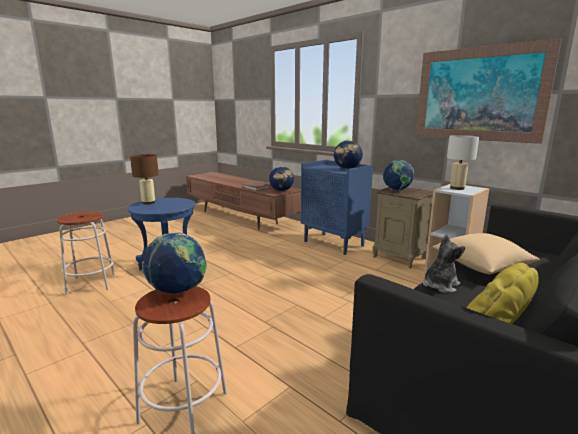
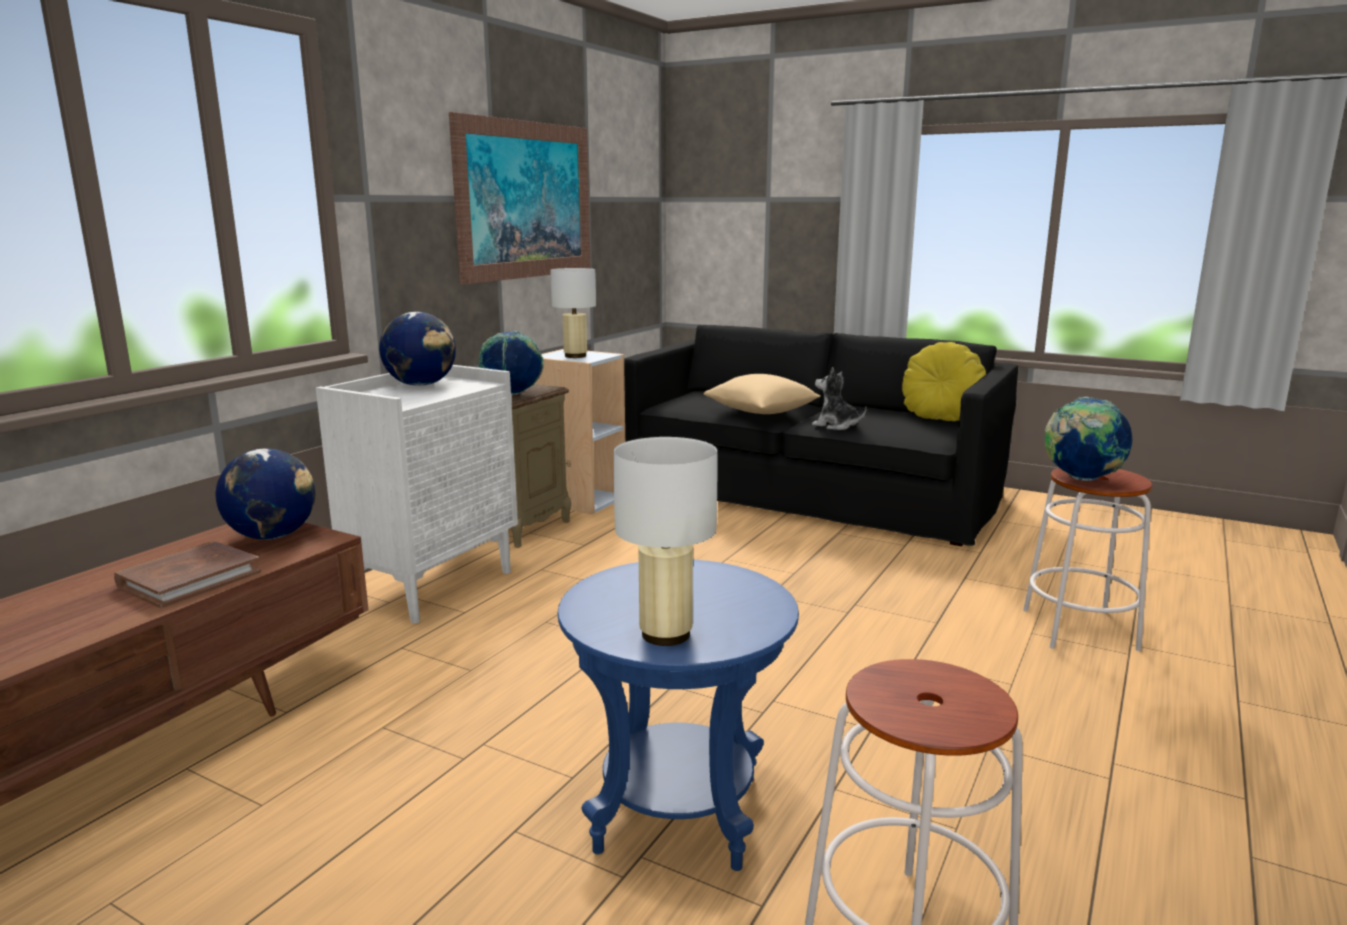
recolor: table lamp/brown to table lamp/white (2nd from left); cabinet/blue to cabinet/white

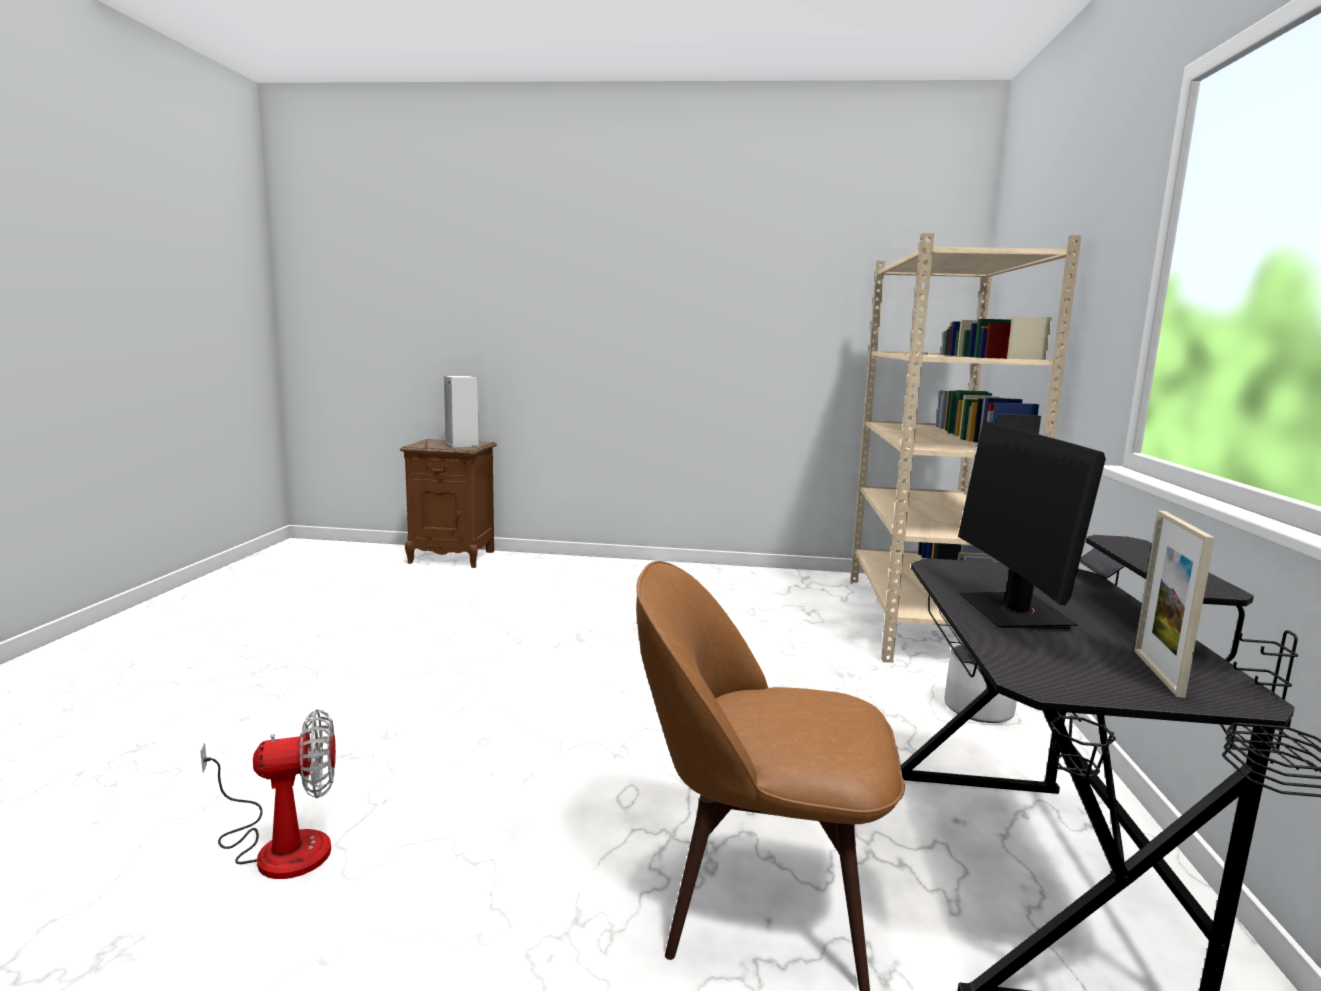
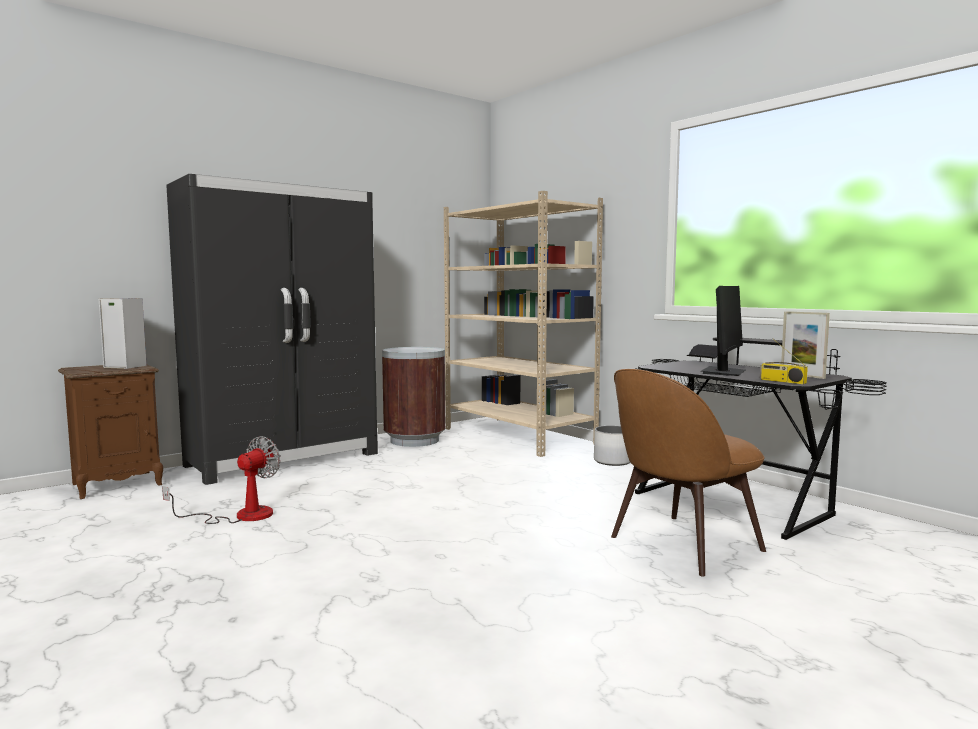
insert: cabinet/black; trash can/brown; radio
move: fan
rotate: monitor 105 degrees counterclockwise

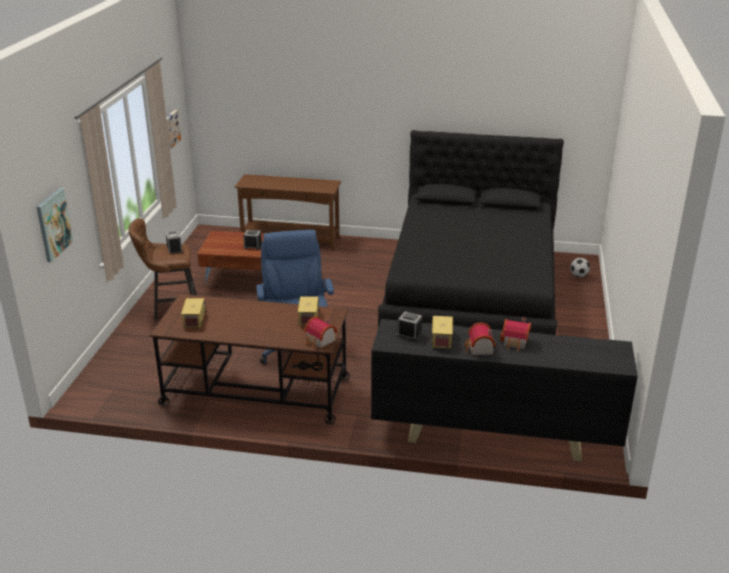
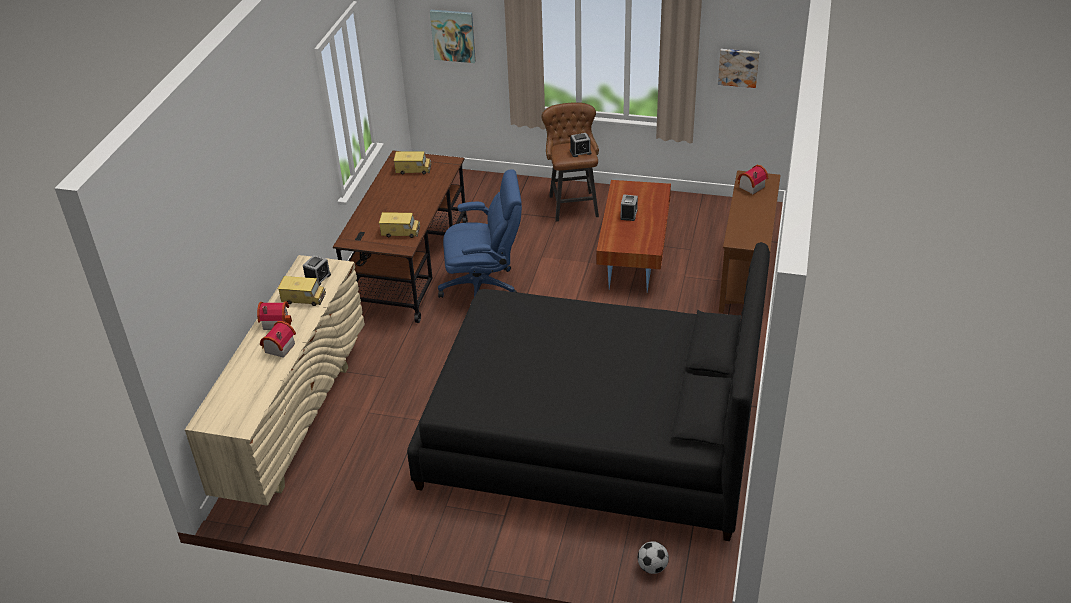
move: toy house (1st from left in the first image) to toy house (3rd from left)
recolor: cabinet/black to cabinet/beige

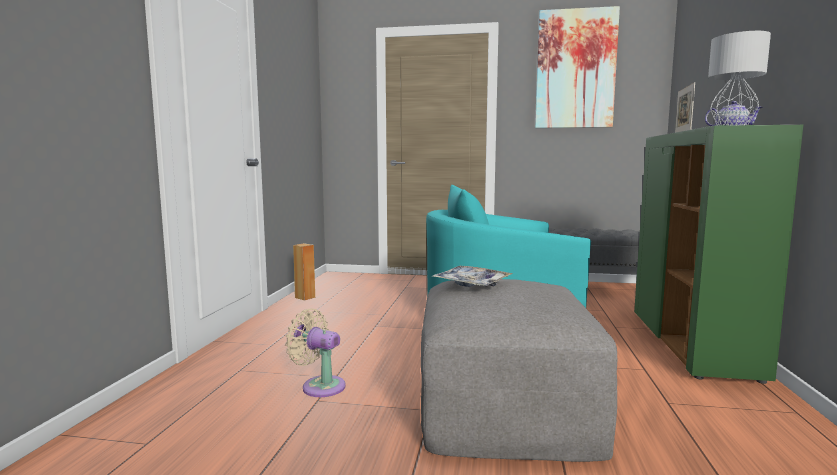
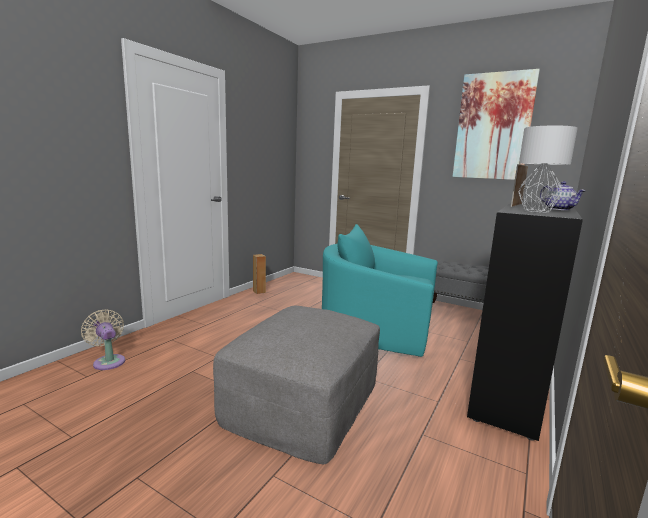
delete: tray
move: fan/beige
recolor: cabinet/green to cabinet/black

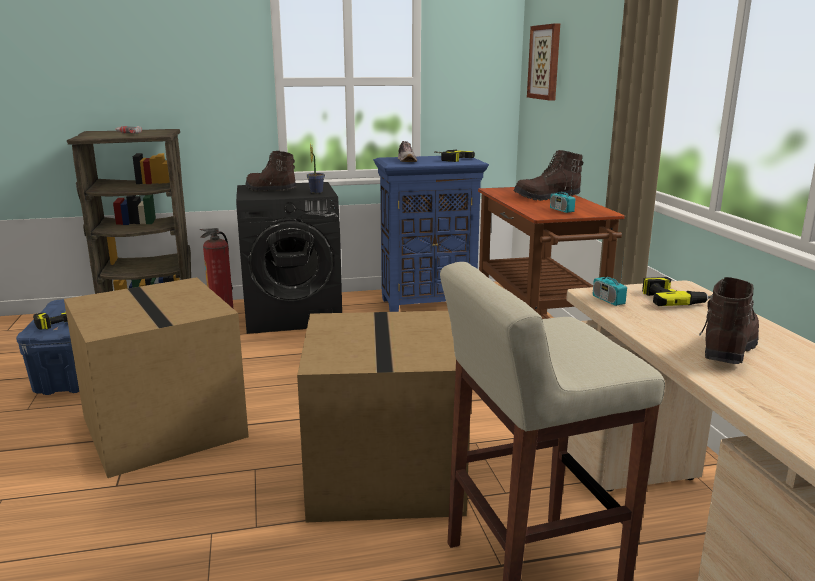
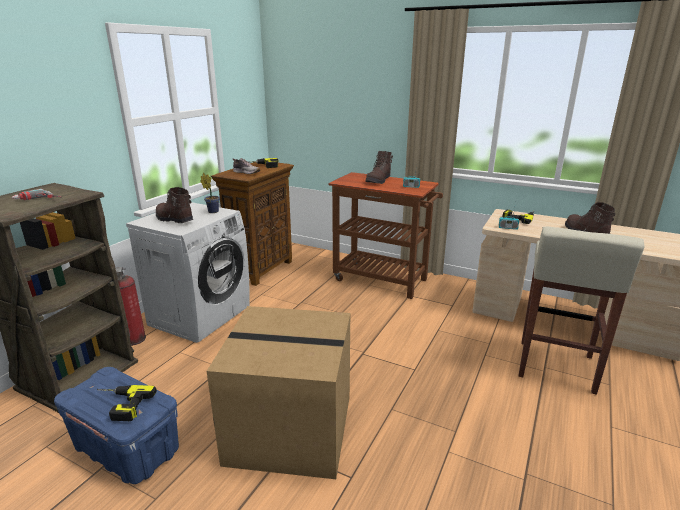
delete: cardboard box (2nd from left); picture
recolor: washing machine/black to washing machine/white; cabinet/blue to cabinet/brown
rotate: boot/brown (1st from left) 60 degrees clockwise

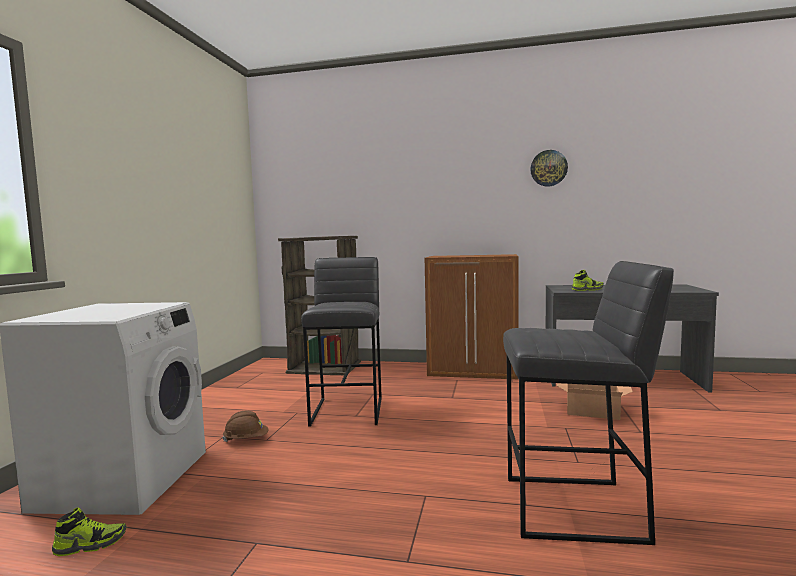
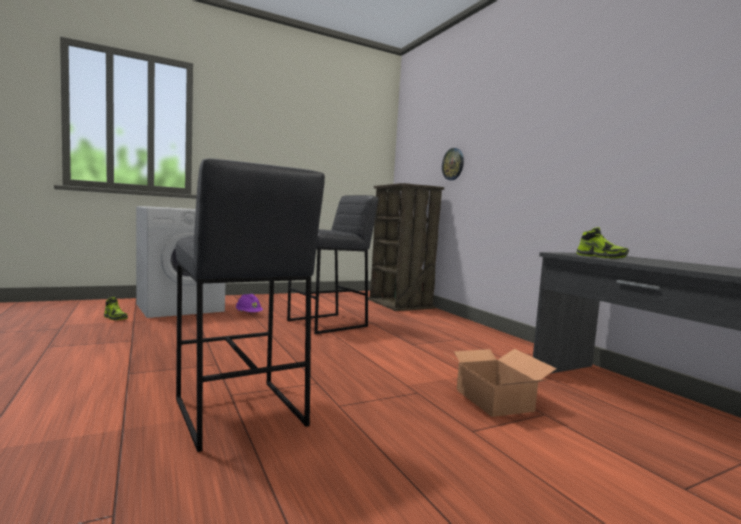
delete: cabinet/brown
move: wall clock
recolor: hard hat/brown to hard hat/purple

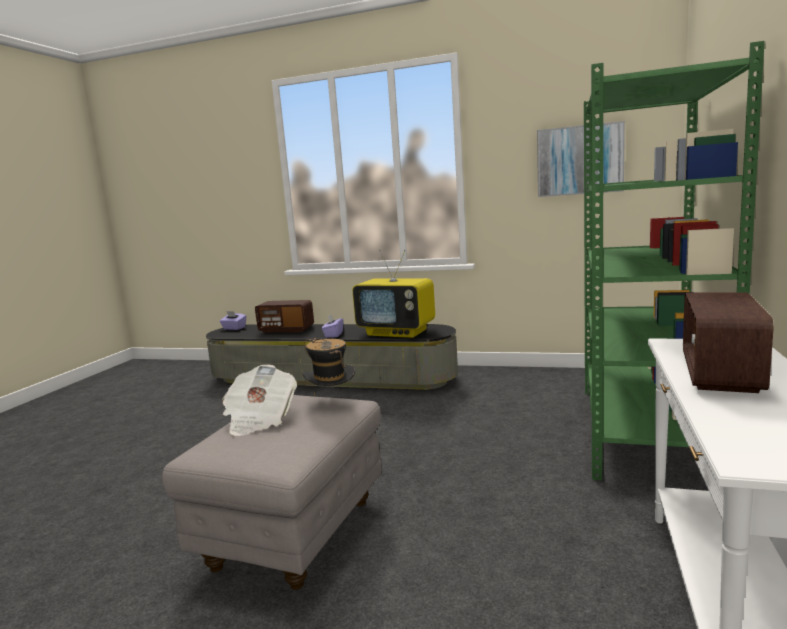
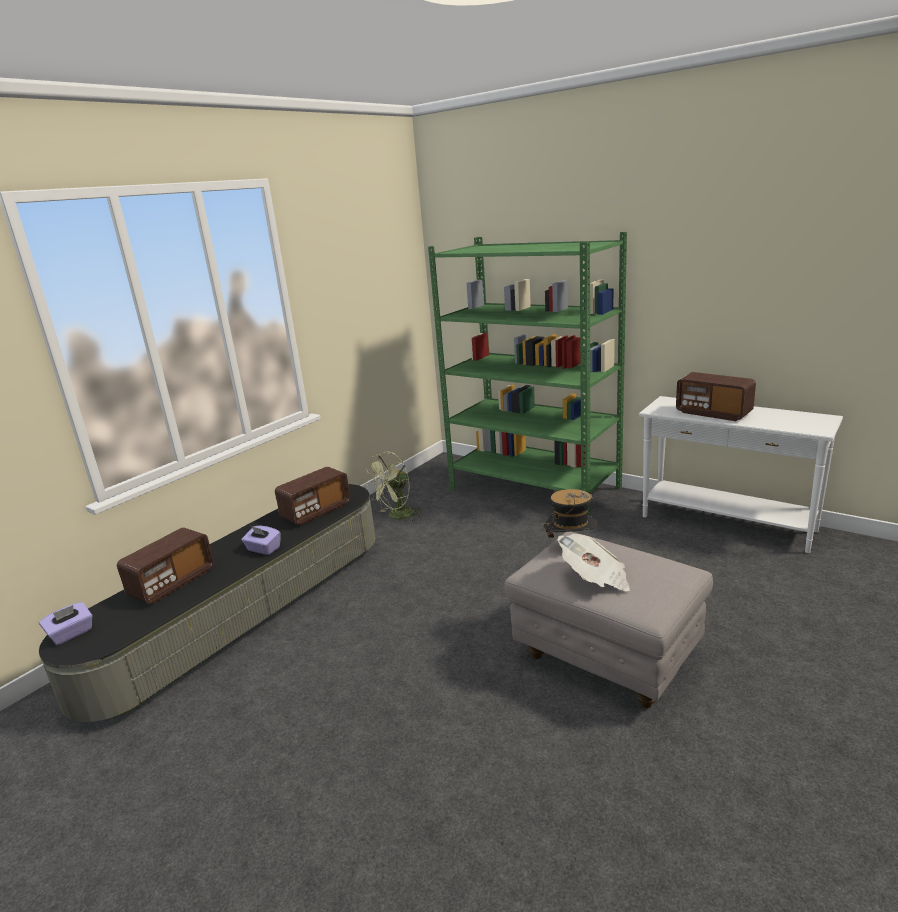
delete: picture
insert: fan/green
replace: television to radio (2nd from left)

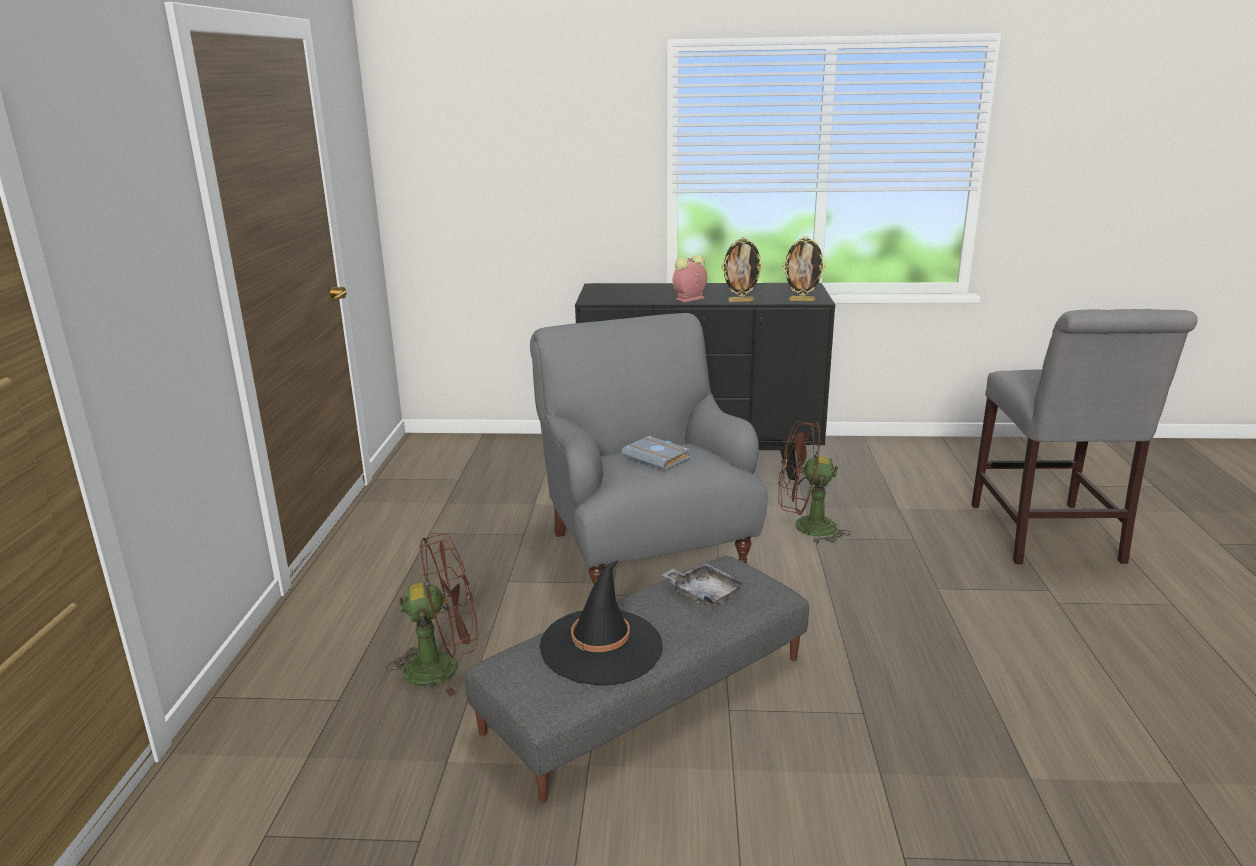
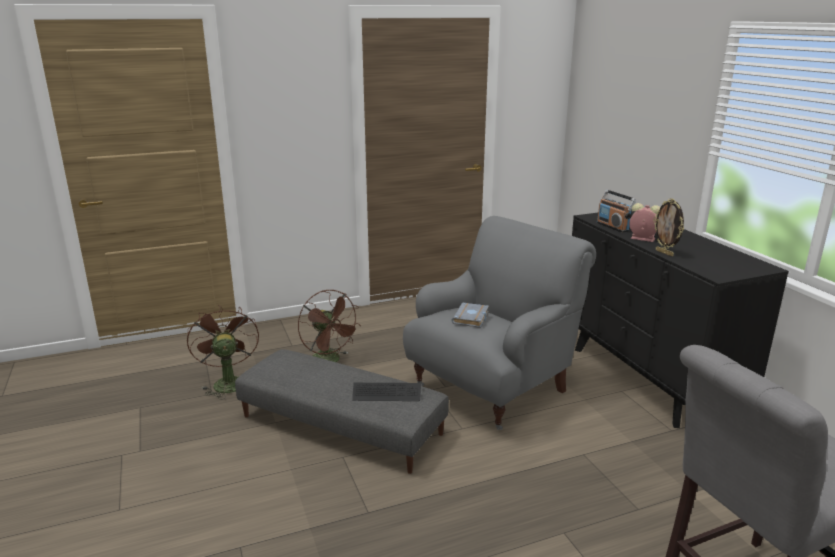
delete: hat/black; picture frame (2nd from left)
insert: radio
move: fan/brown (2nd from left in the first image) to fan/brown (1st from left)
replace: tray/grey to keyboard

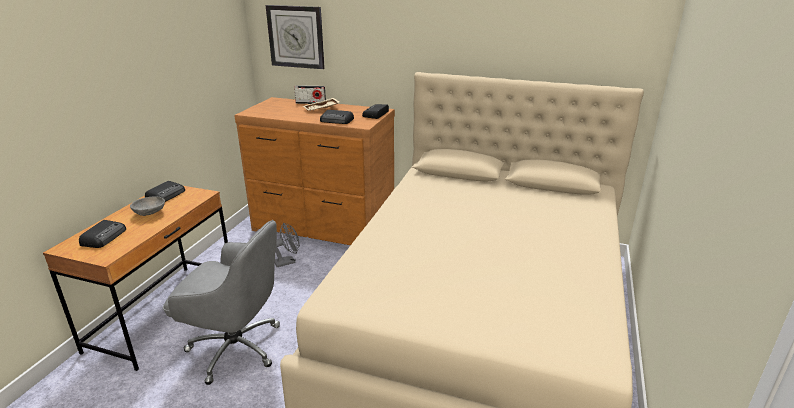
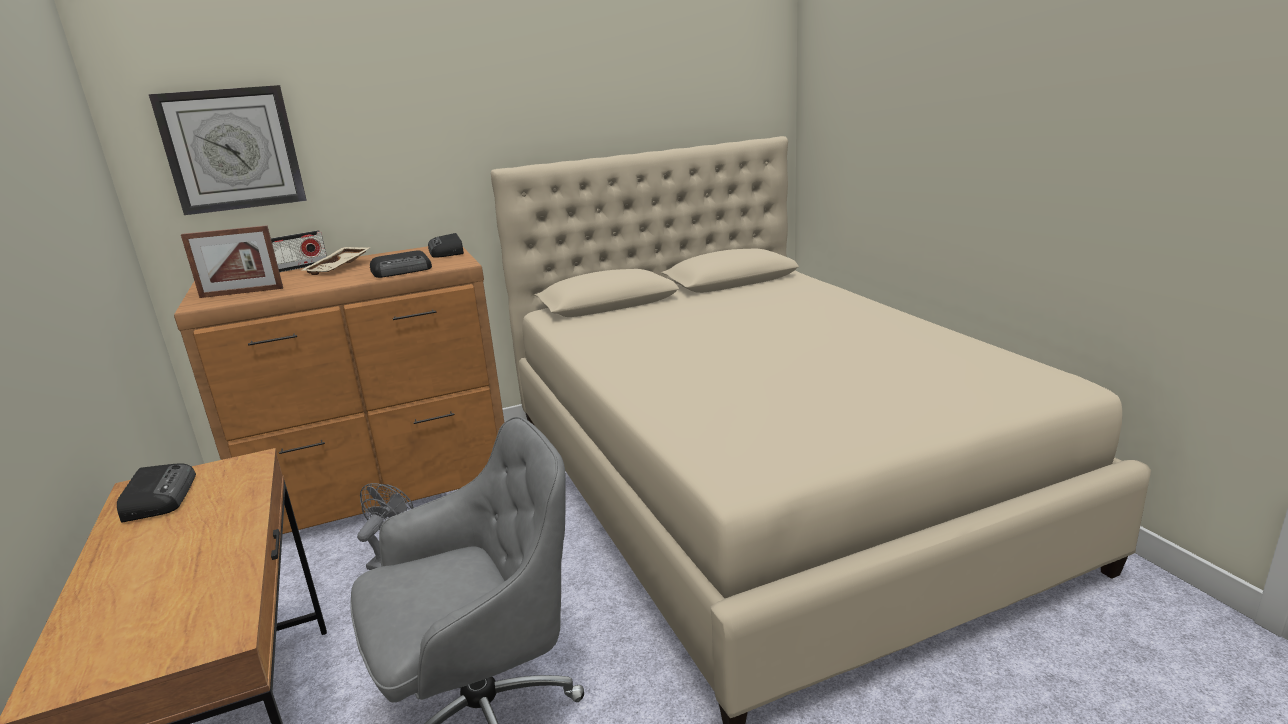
delete: radio (1st from left); bowl/grey
insert: picture frame

